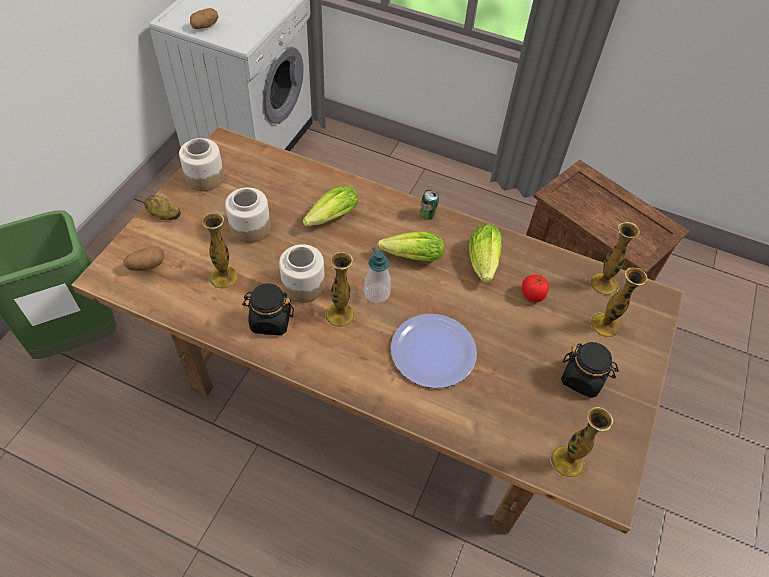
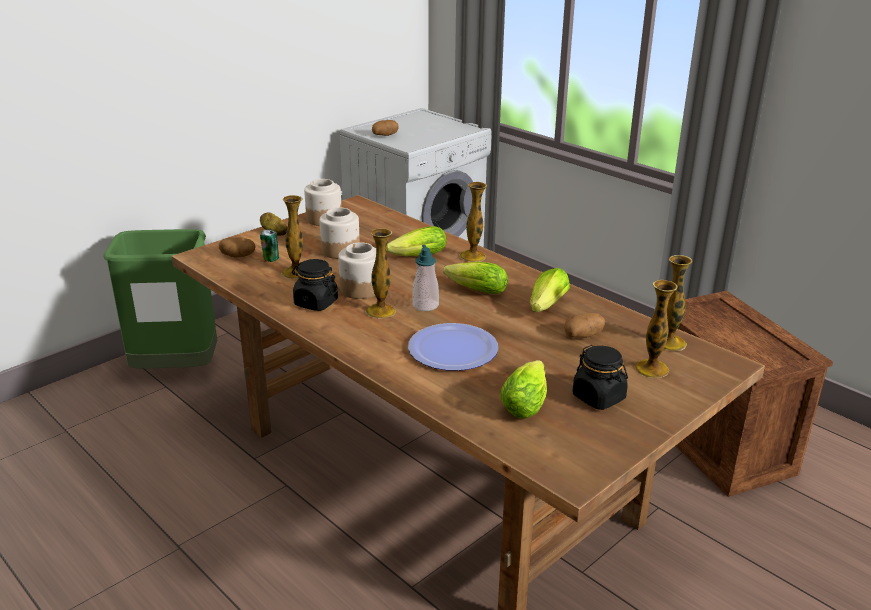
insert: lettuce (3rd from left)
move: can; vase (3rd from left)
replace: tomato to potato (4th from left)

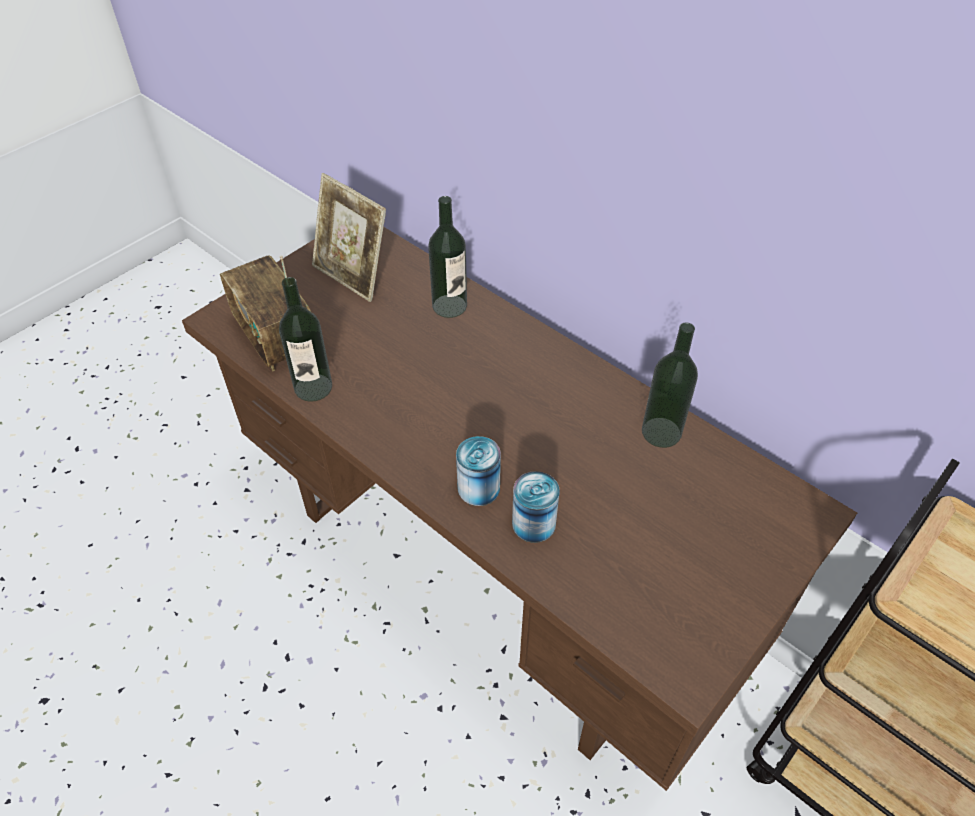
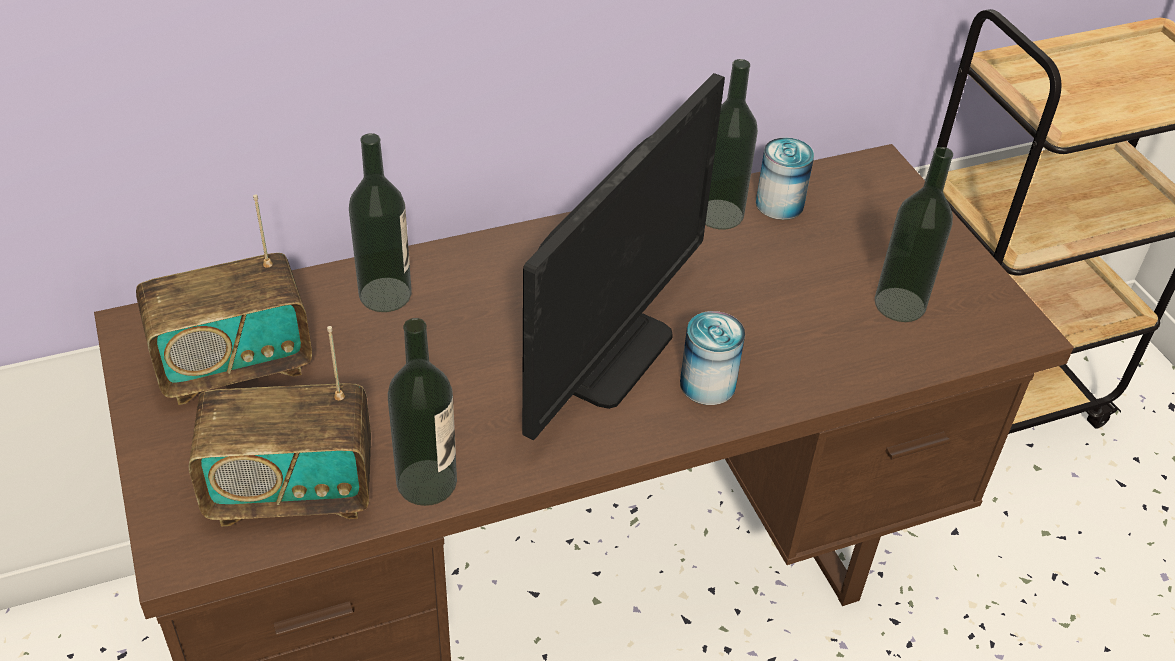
insert: monitor; bottle (4th from left)
move: can (2nd from left)
replace: picture frame to radio (1st from left)

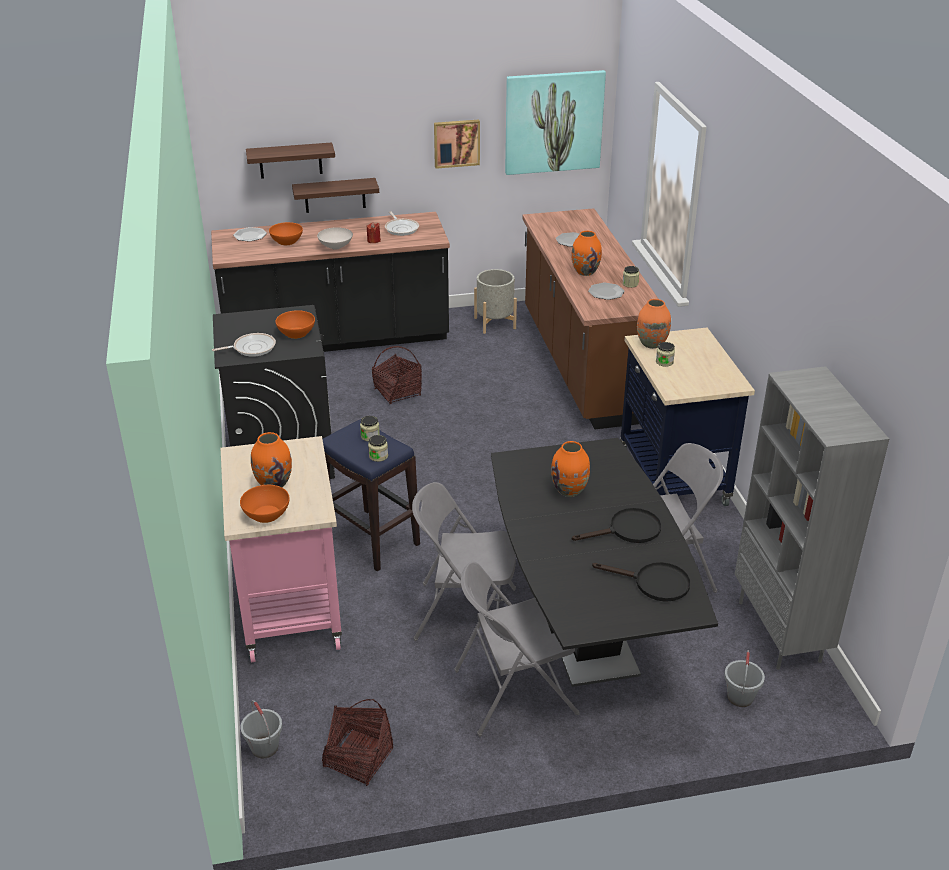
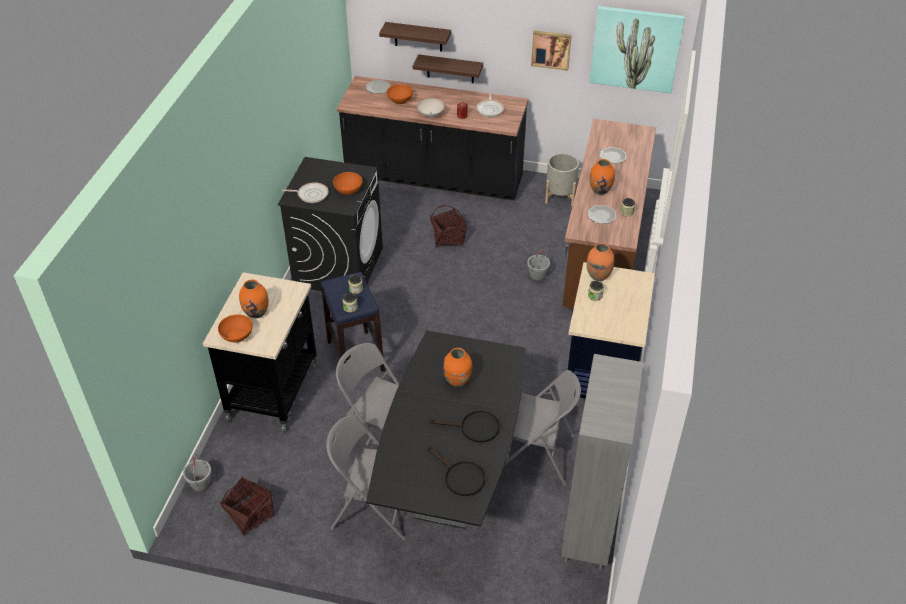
move: bucket/grey (2nd from left)
recolor: cart/pink to cart/black

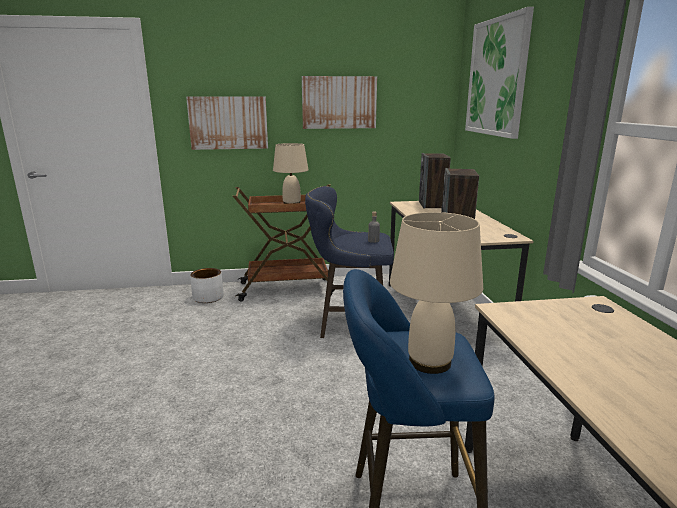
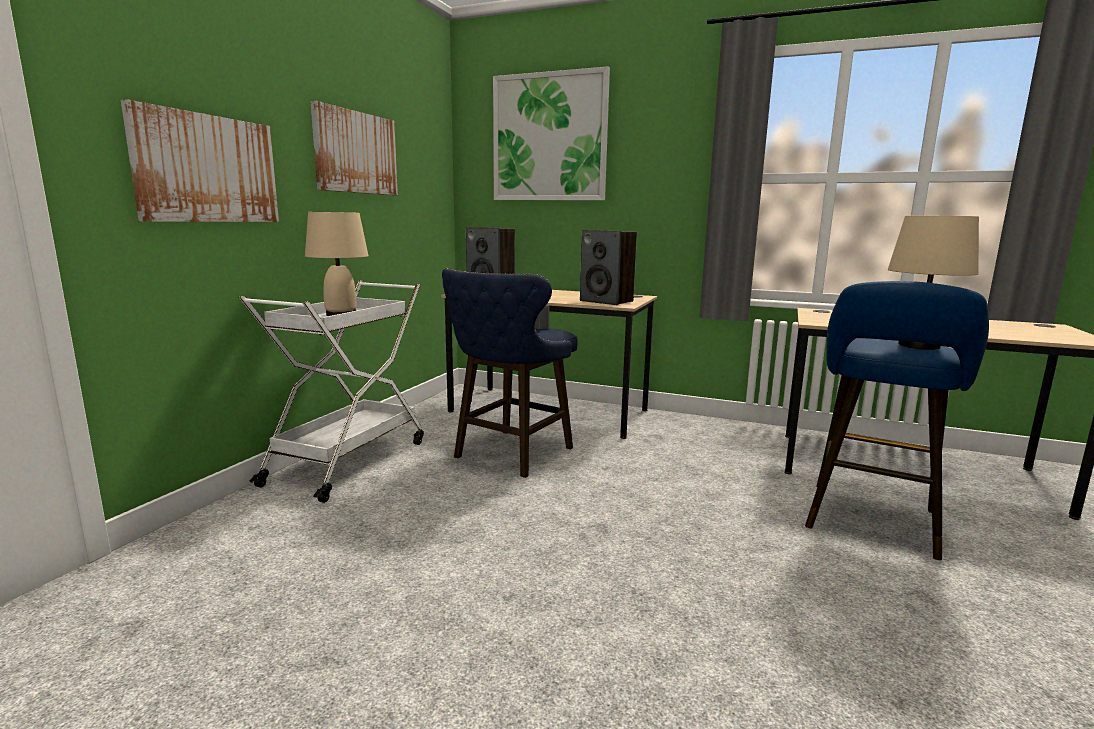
delete: planter/white
recolor: cart/brown to cart/white

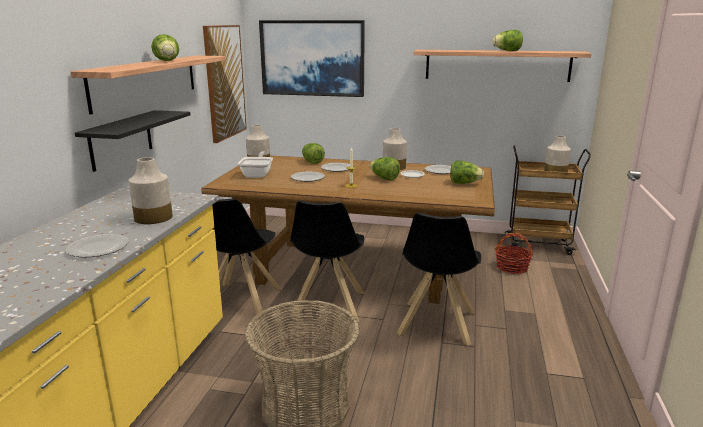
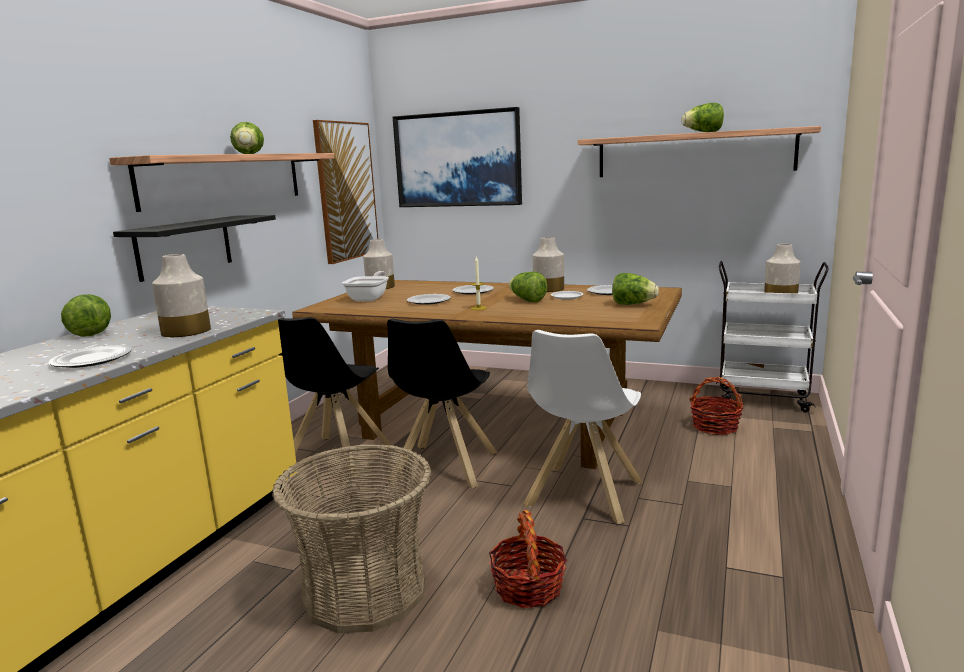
insert: basket (2nd from left)
move: lettuce (2nd from left in the first image) to lettuce (1st from left)
recolor: chair/black (3rd from left) to chair/white; cart/brown to cart/white

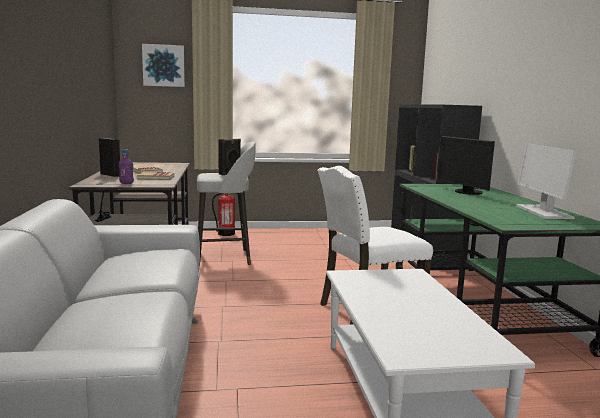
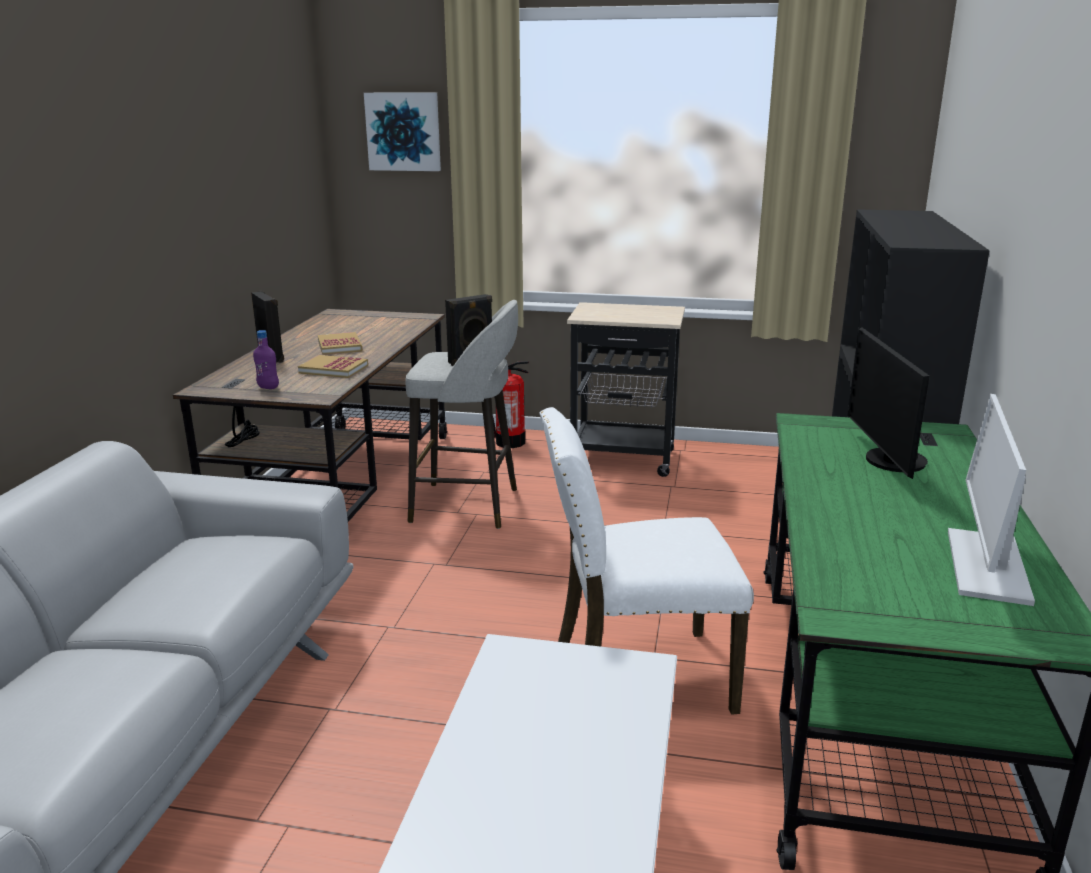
insert: cart

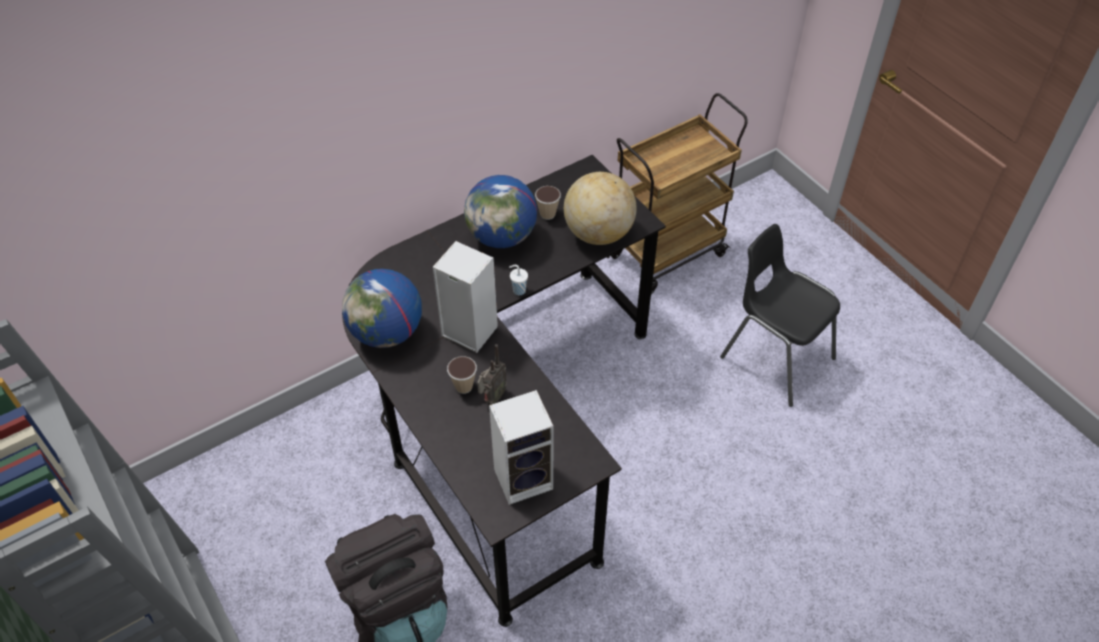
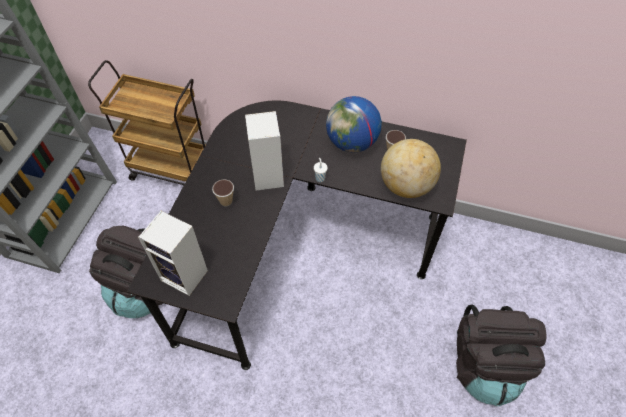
delete: globe (1st from left); radio
move: cart/brown
replace: chair/black to backpack/black (2nd from left)

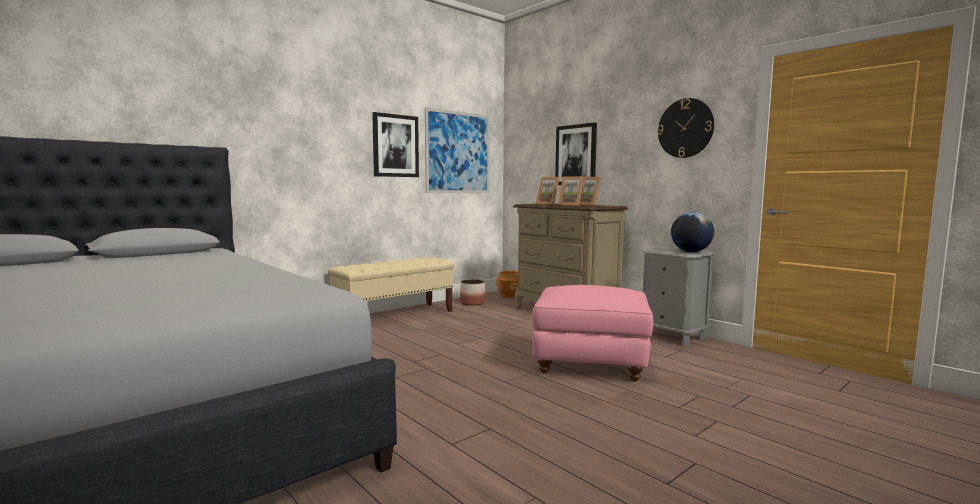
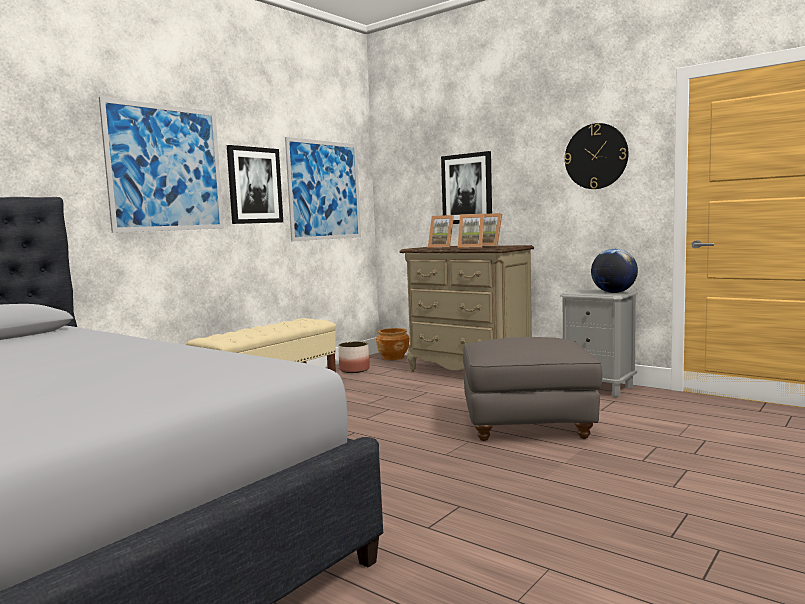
insert: picture (1st from left)
recolor: ottoman/pink to ottoman/grey

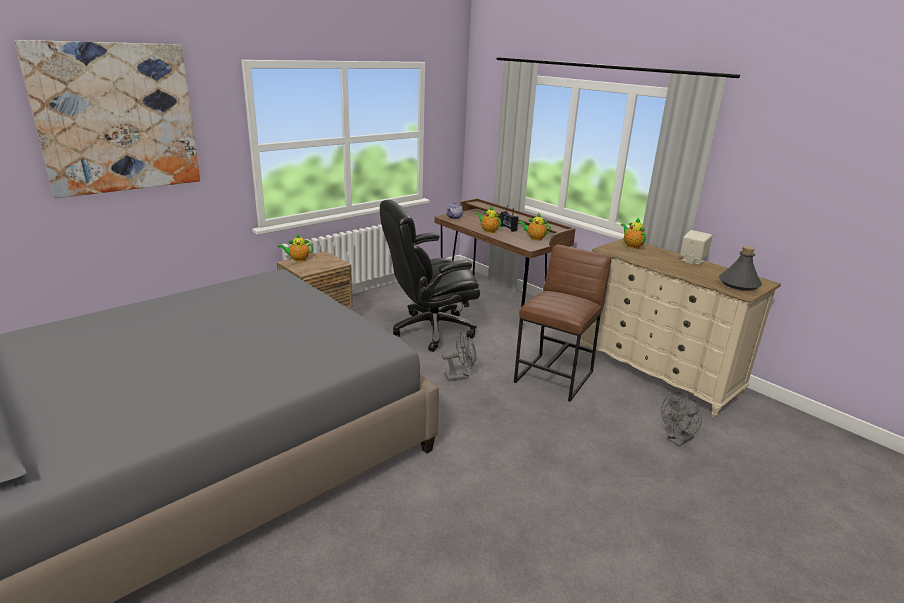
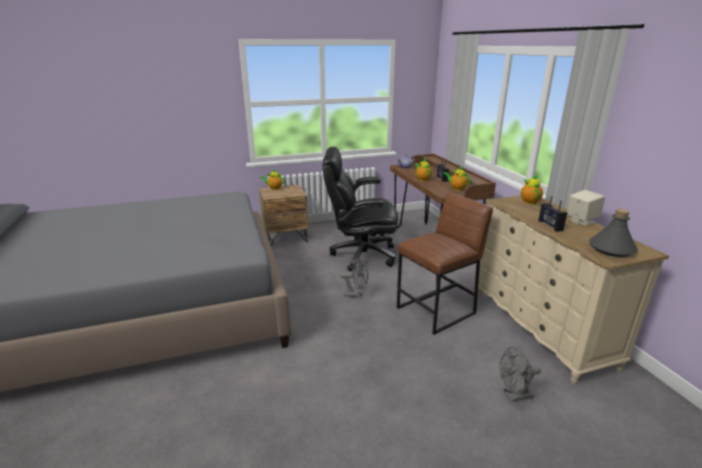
delete: picture
insert: radio (2nd from left)

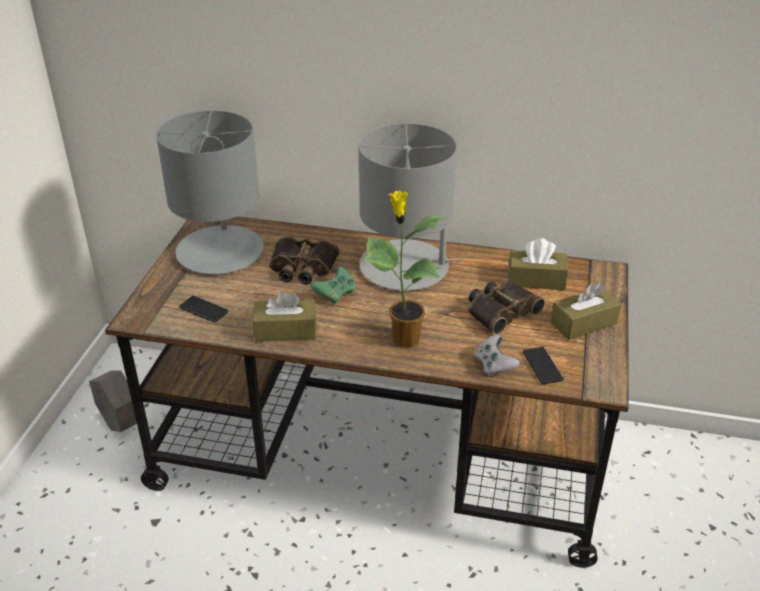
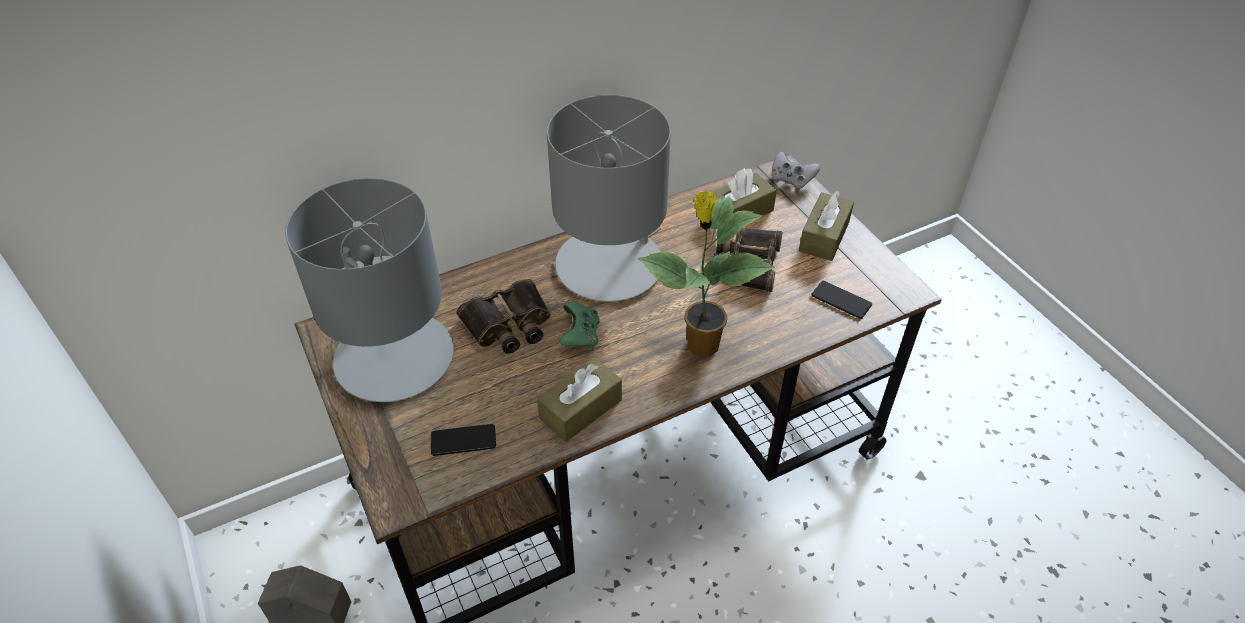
move: game controller/grey

